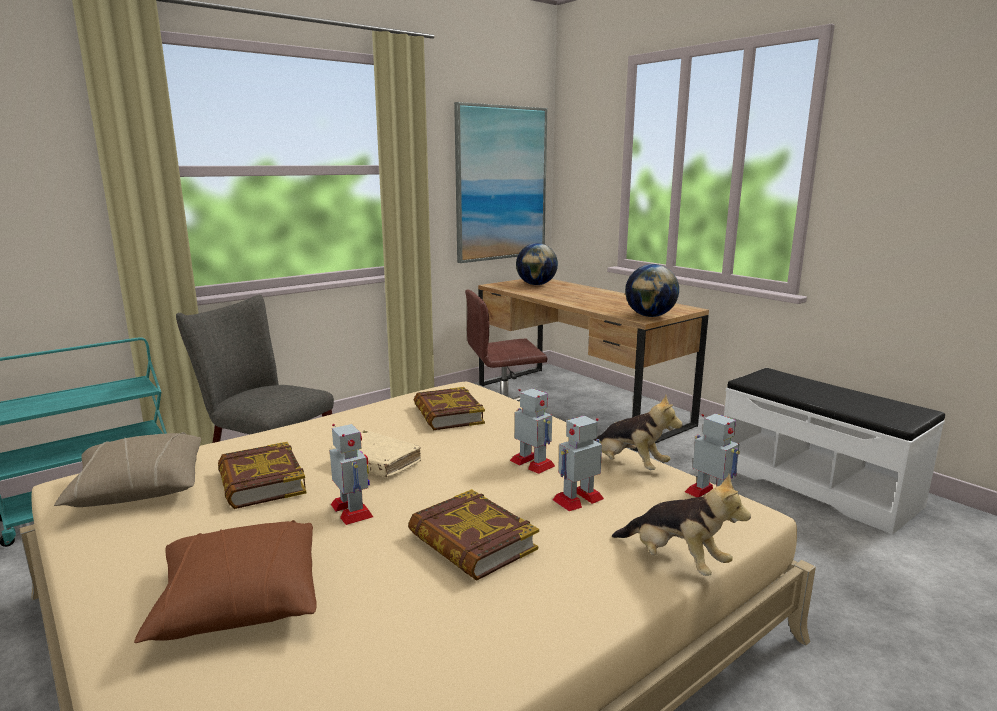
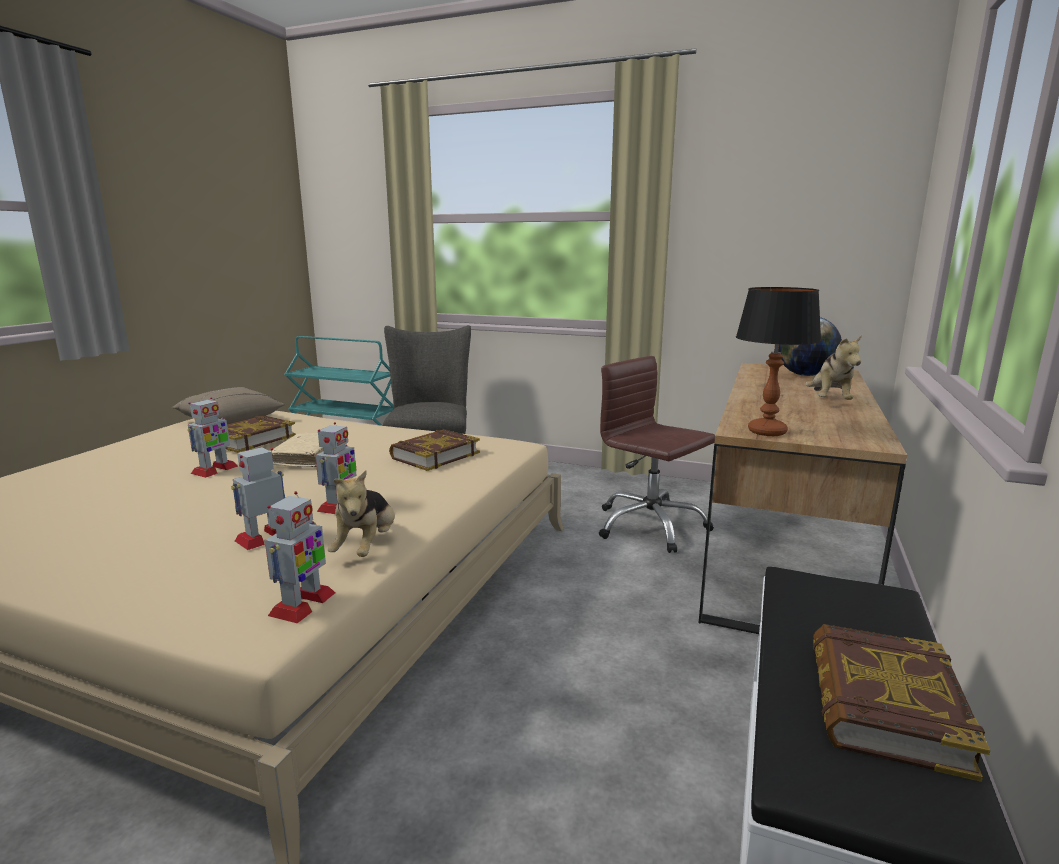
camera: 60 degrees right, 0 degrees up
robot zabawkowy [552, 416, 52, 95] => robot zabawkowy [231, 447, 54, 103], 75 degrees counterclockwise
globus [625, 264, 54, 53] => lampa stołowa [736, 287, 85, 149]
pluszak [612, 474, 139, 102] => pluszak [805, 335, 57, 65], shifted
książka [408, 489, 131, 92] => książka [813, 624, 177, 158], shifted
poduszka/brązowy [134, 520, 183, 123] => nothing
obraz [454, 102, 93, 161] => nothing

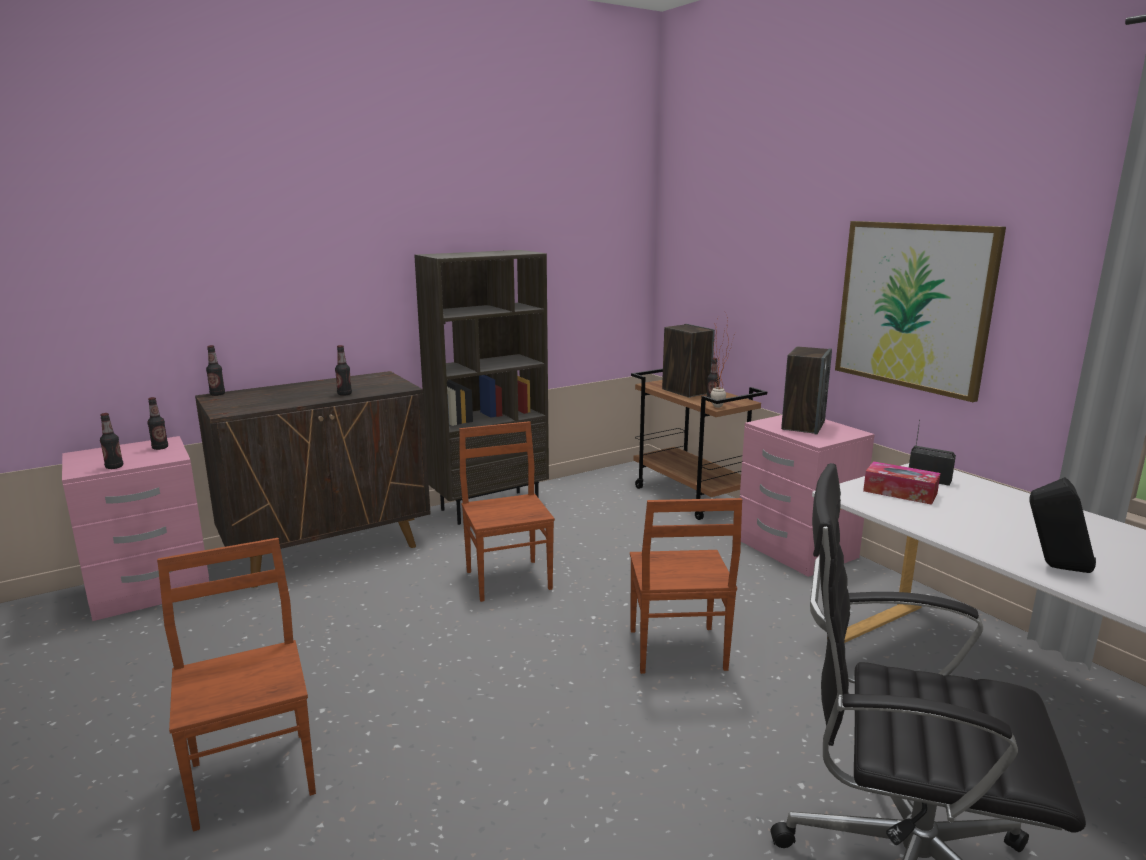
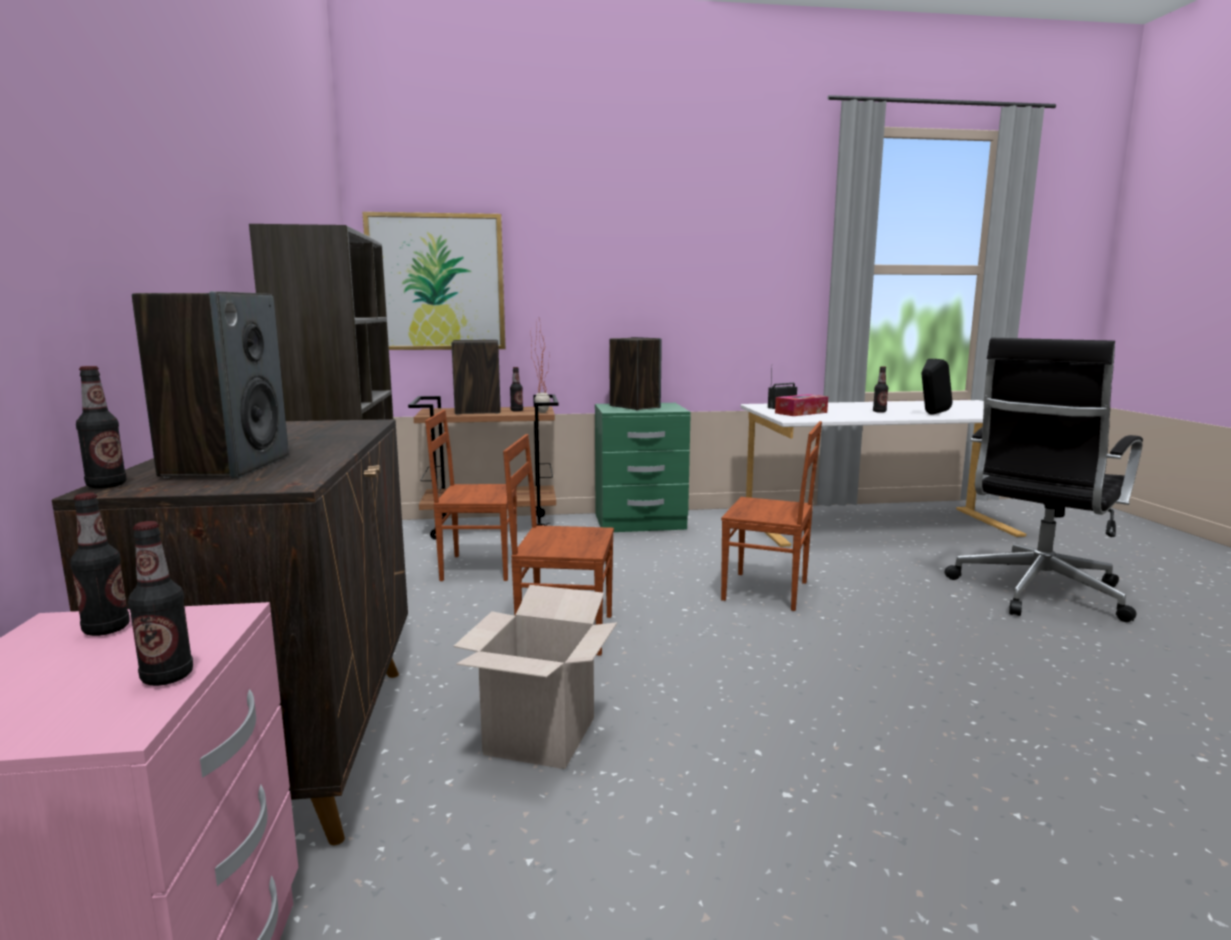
camera: 65 degrees left, 5 degrees down
nothing => głośnik [132, 291, 157, 187]
obraz [835, 221, 171, 181] => obraz [362, 212, 144, 138], shifted
krzesło/brązowy [157, 538, 159, 294] => krzesło/brązowy [425, 410, 92, 171], shifted
nothing => karton [453, 585, 164, 184]
szafka nocna/różowy [740, 415, 135, 162] => szafka nocna/zielony [595, 403, 96, 129]
butelka [335, 345, 17, 51] => butelka [873, 366, 15, 47], shifted

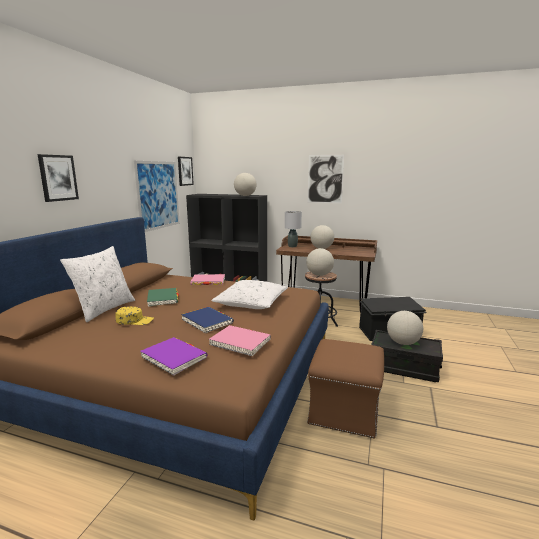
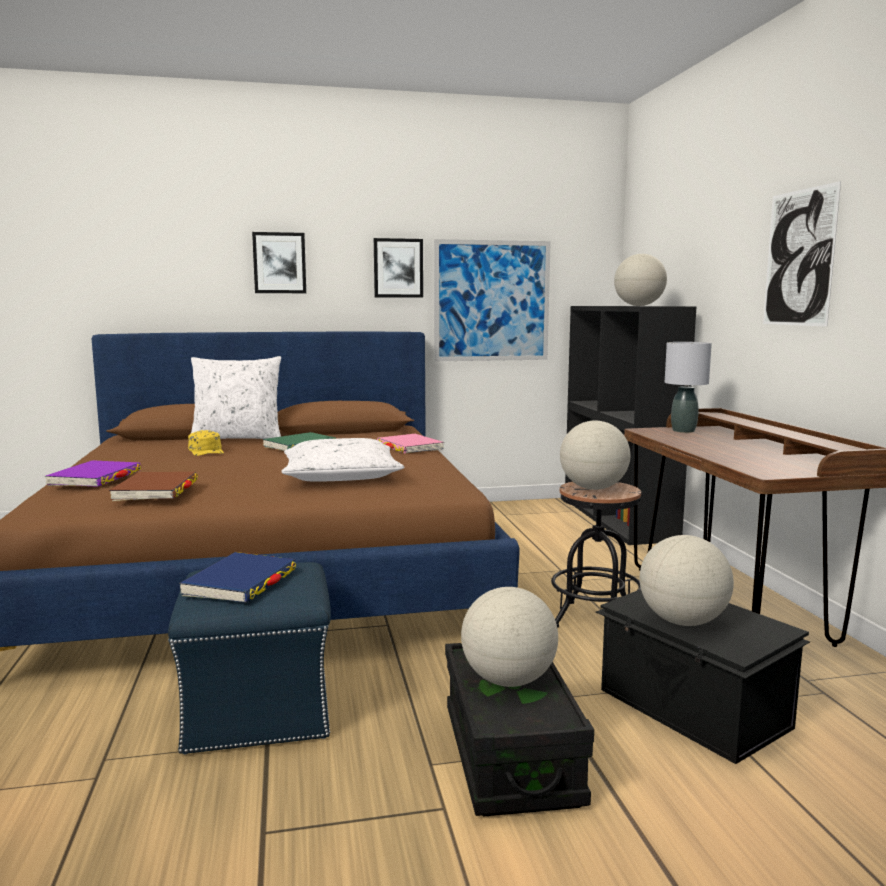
camera: 60 degrees right, 5 degrees down
książka/różowy [209, 325, 62, 31] => książka/brązowy [109, 472, 89, 29]
pufa/brązowy [307, 339, 77, 100] => pufa/niebieski [168, 562, 163, 193]
książka/niebieski [181, 307, 53, 26] => książka/niebieski [179, 552, 117, 51], shifted
obraz [178, 157, 16, 29] => obraz [374, 238, 49, 60], shifted
globus [310, 225, 24, 24] => globus [640, 535, 94, 91], shifted

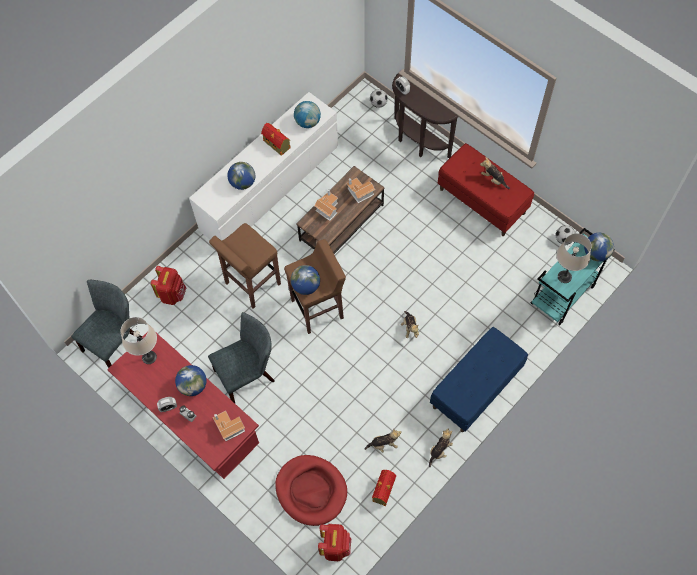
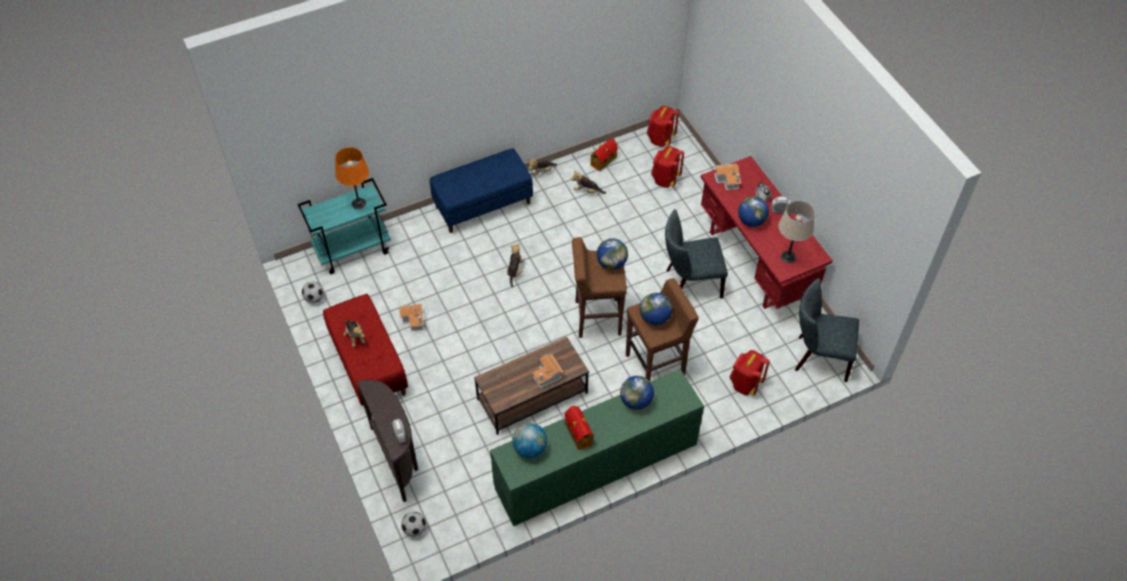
camera: 160 degrees left, 10 degrees down
lampa stołowa/beżowy [557, 233, 34, 50] => lampa stołowa/pomarańczowy [335, 147, 34, 62]
domek [346, 178, 29, 25] => domek [399, 304, 25, 27], shifted
komoda/biały [189, 92, 149, 148] => komoda/zielony [490, 369, 214, 157]
globus [584, 233, 30, 29] => globus [640, 293, 32, 32], shifted
legowisko/czerwony [275, 455, 72, 71] => plecak/czerwony [651, 146, 33, 42]
krzesło/szary [71, 280, 71, 88] => krzesło/szary [795, 278, 64, 104], 45 degrees clockwise

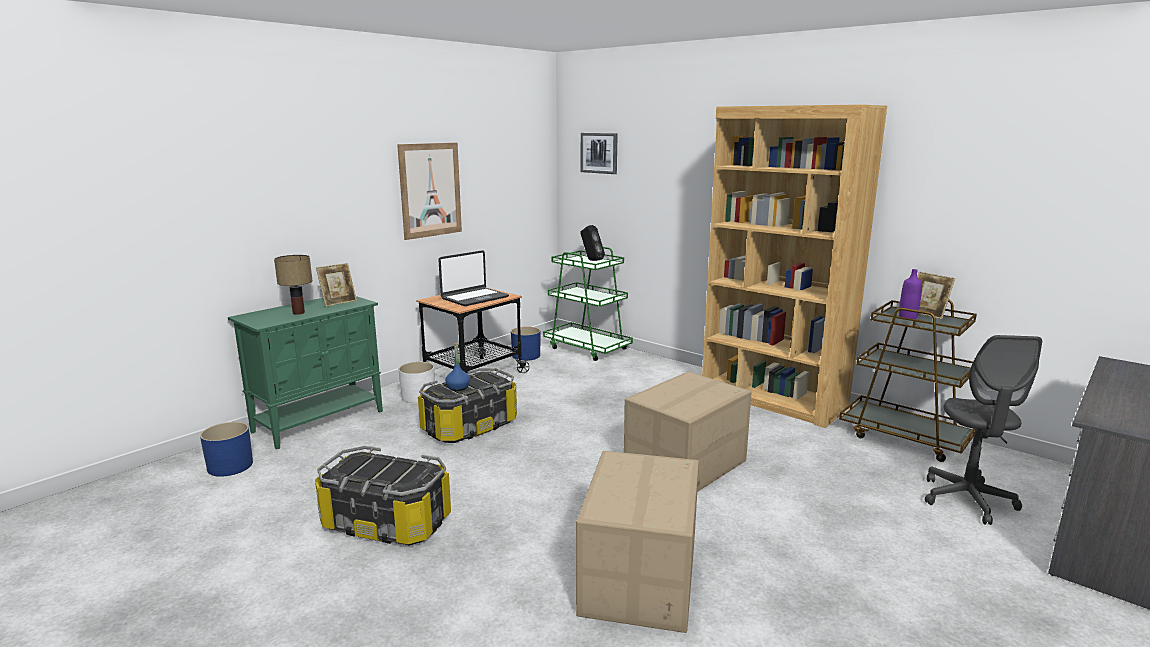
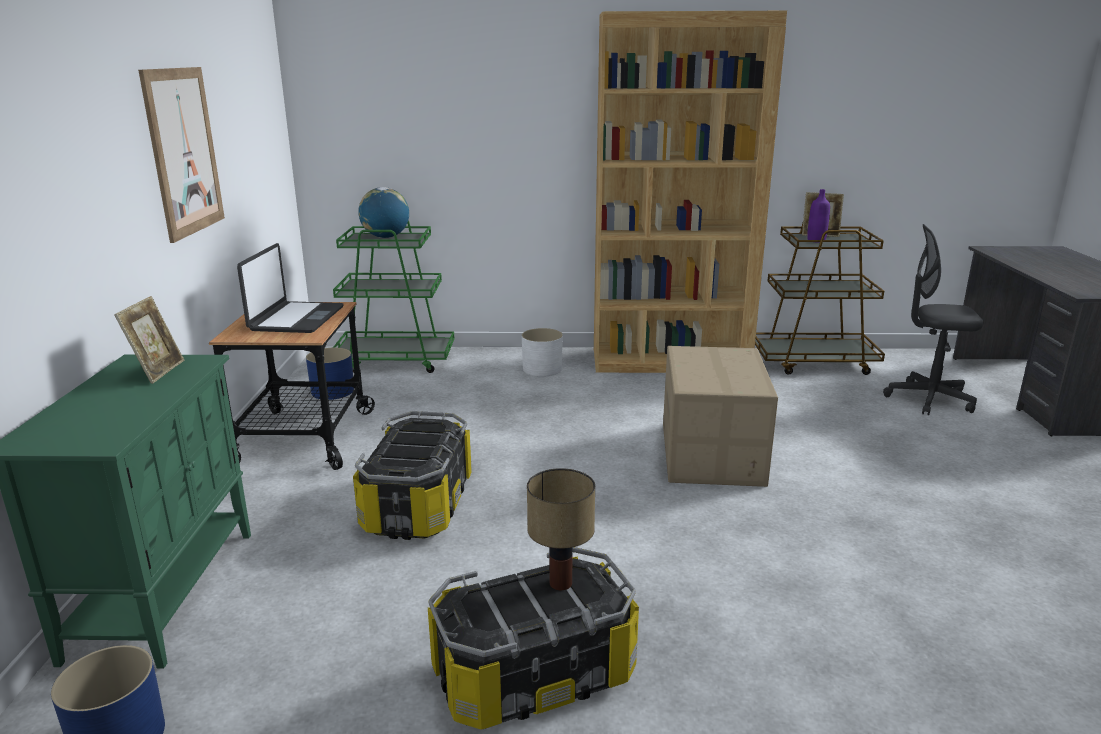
camera: 40 degrees left, 5 degrees up
głośnik/czarny [580, 225, 25, 36] => globus [358, 187, 51, 51]
donica/biały [399, 362, 36, 41] => donica/biały [522, 328, 41, 49], shifted
lampa stołowa [274, 255, 39, 60] => lampa stołowa [527, 468, 68, 122], shifted
krzesło biurowe/szary [925, 335, 117, 190] => krzesło biurowe/szary [883, 224, 100, 191], 135 degrees clockwise
butelka/niebieski [445, 343, 25, 48] => nothing
karton [576, 451, 123, 182] => nothing
obraz [581, 133, 37, 41] => nothing

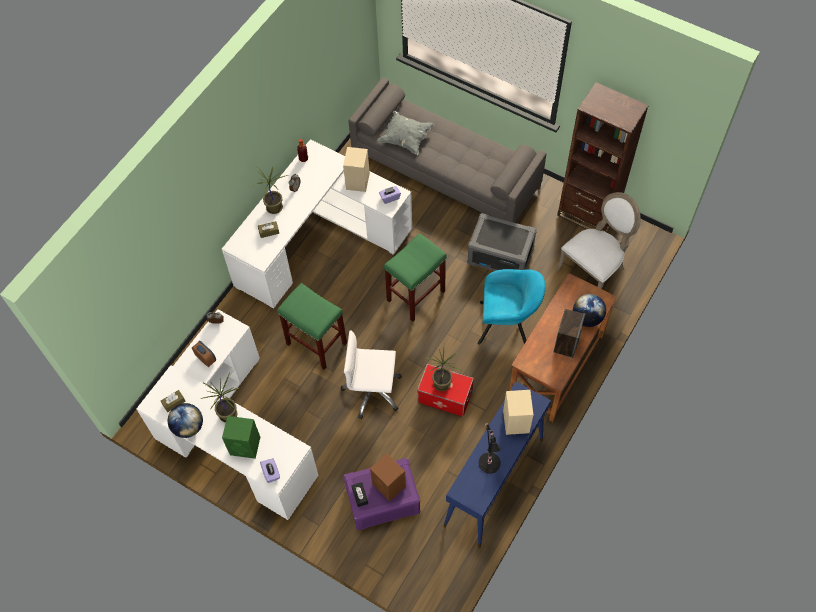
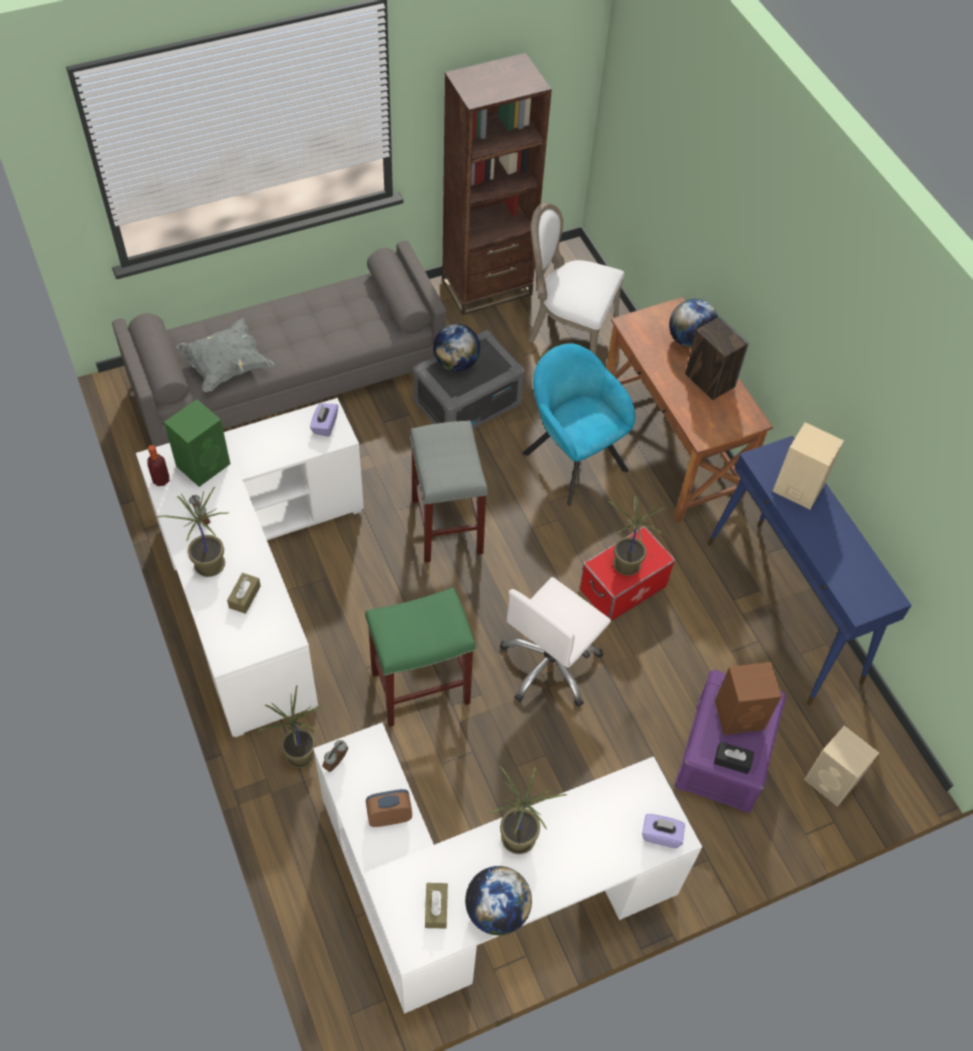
camera: 60 degrees left, 5 degrees down
głośnik/zielony [222, 416, 38, 43] => głośnik/zielony [164, 399, 66, 88], shifted
nothing => roślina doniczkowa [256, 685, 66, 83]
stołek/zielony [384, 233, 63, 89] => stołek/szary [410, 421, 78, 142]
nothing => globus [433, 324, 47, 48]
fotel/turkusowy [478, 269, 67, 75] => fotel/turkusowy [523, 343, 112, 162], 75 degrees counterclockwise
krzesło/biały [557, 192, 84, 97] => krzesło/biały [528, 202, 96, 153], 60 degrees counterclockwise
głośnik/beżowy [343, 147, 27, 45] => głośnik/beżowy [804, 726, 75, 81], shifted
lampa stołowa/czarny [479, 423, 22, 51] => nothing

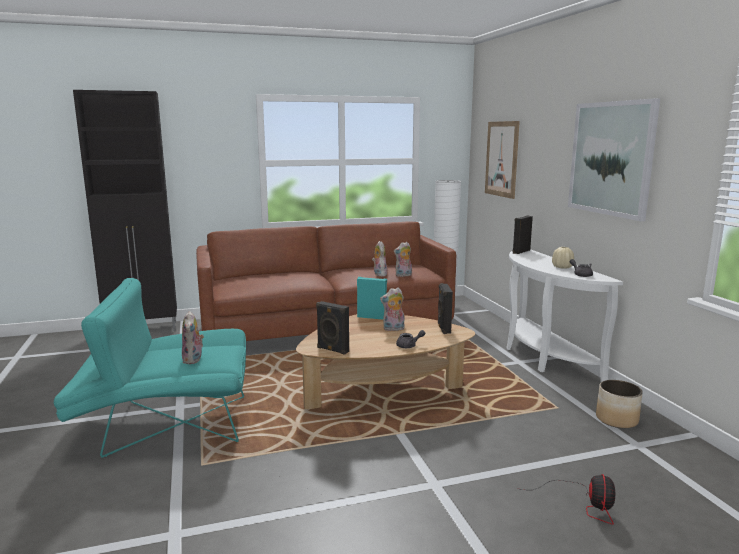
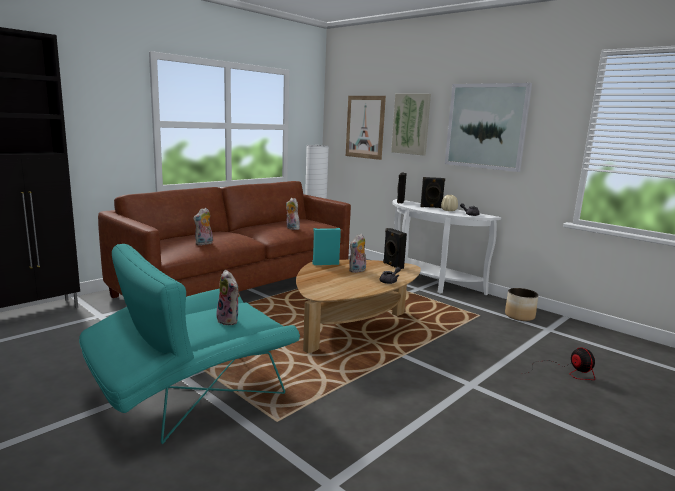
camera: 30 degrees left, 0 degrees up
pluszak [394, 242, 18, 35] => pluszak [193, 208, 20, 37], shifted
nothing => obraz [391, 94, 40, 61]
głośnik/czarny [316, 301, 33, 54] => głośnik/czarny [421, 177, 24, 31], shifted

